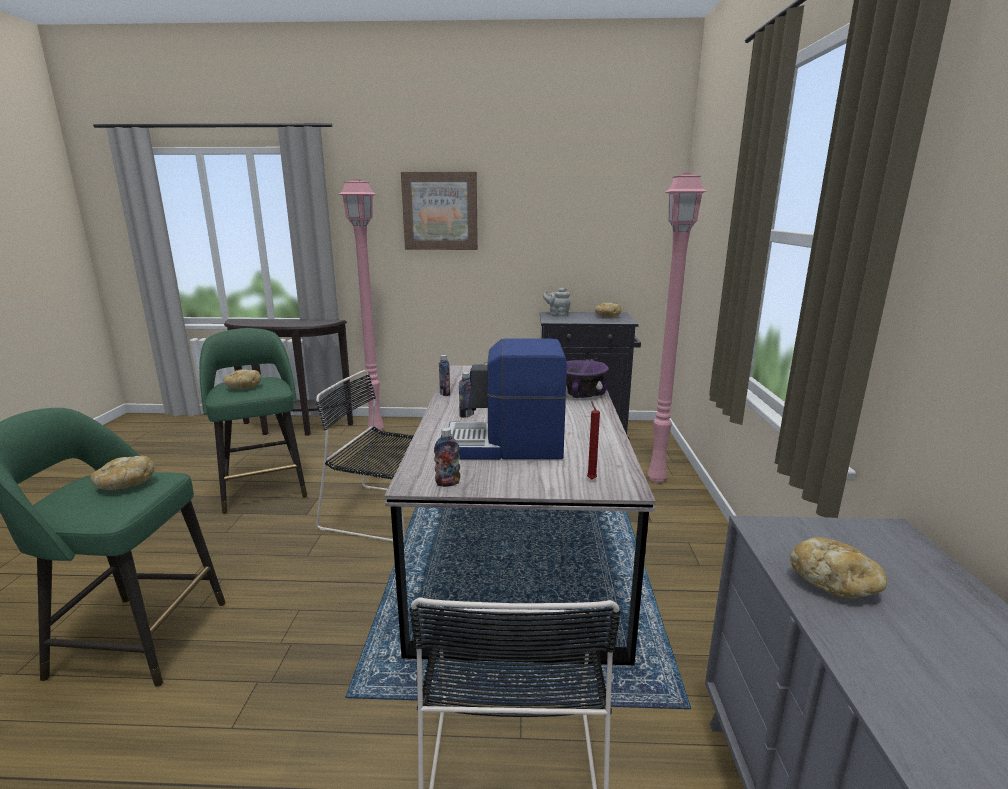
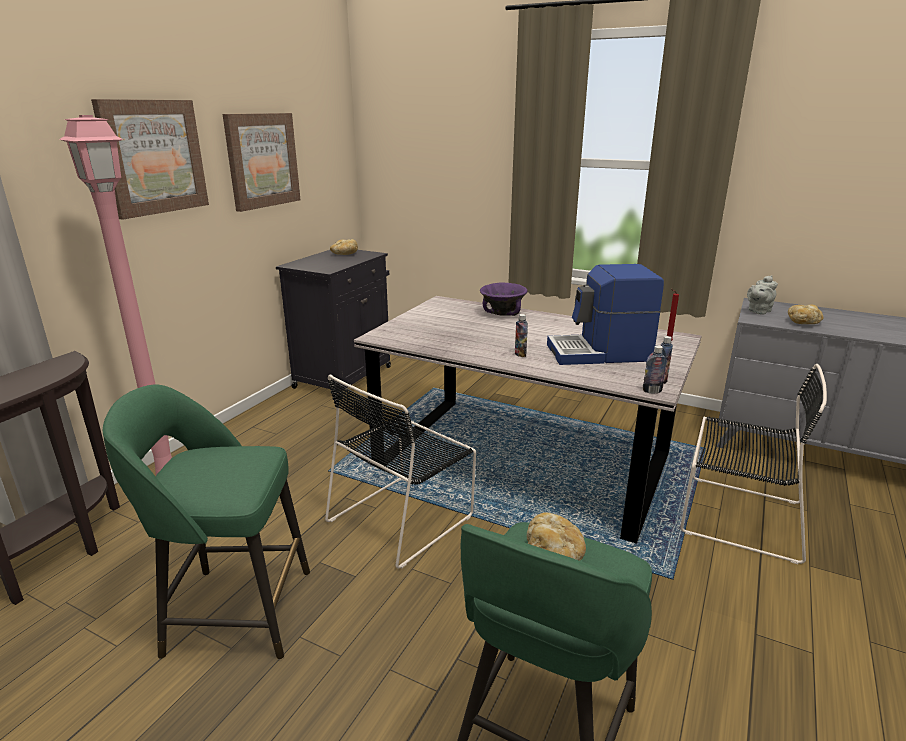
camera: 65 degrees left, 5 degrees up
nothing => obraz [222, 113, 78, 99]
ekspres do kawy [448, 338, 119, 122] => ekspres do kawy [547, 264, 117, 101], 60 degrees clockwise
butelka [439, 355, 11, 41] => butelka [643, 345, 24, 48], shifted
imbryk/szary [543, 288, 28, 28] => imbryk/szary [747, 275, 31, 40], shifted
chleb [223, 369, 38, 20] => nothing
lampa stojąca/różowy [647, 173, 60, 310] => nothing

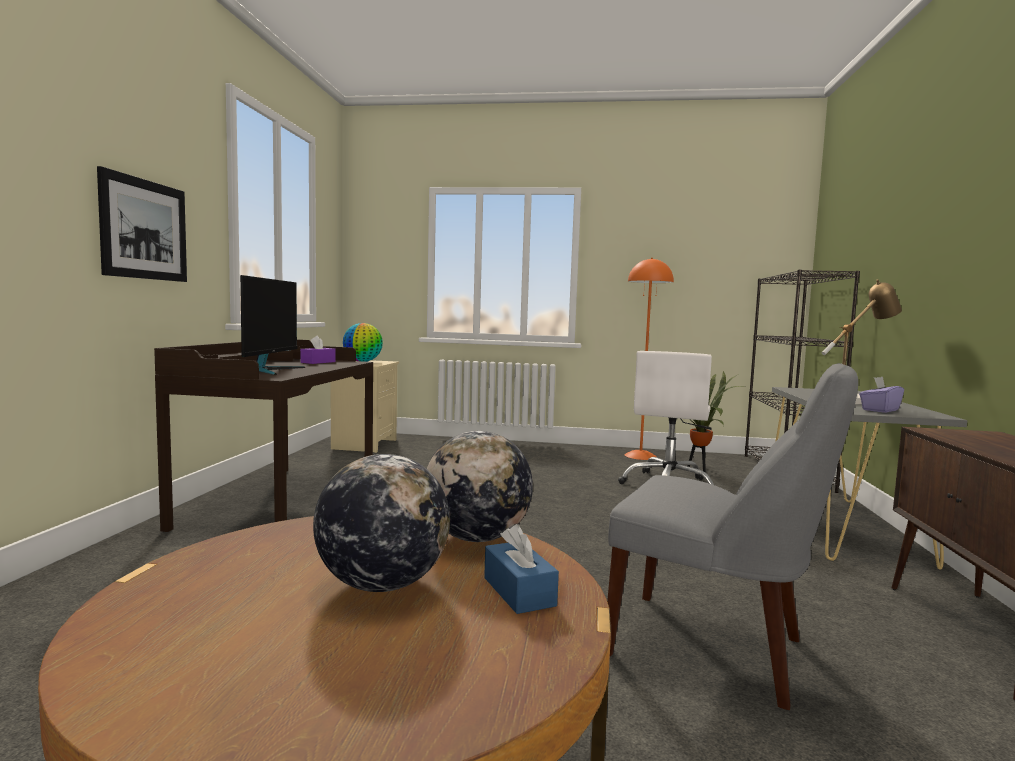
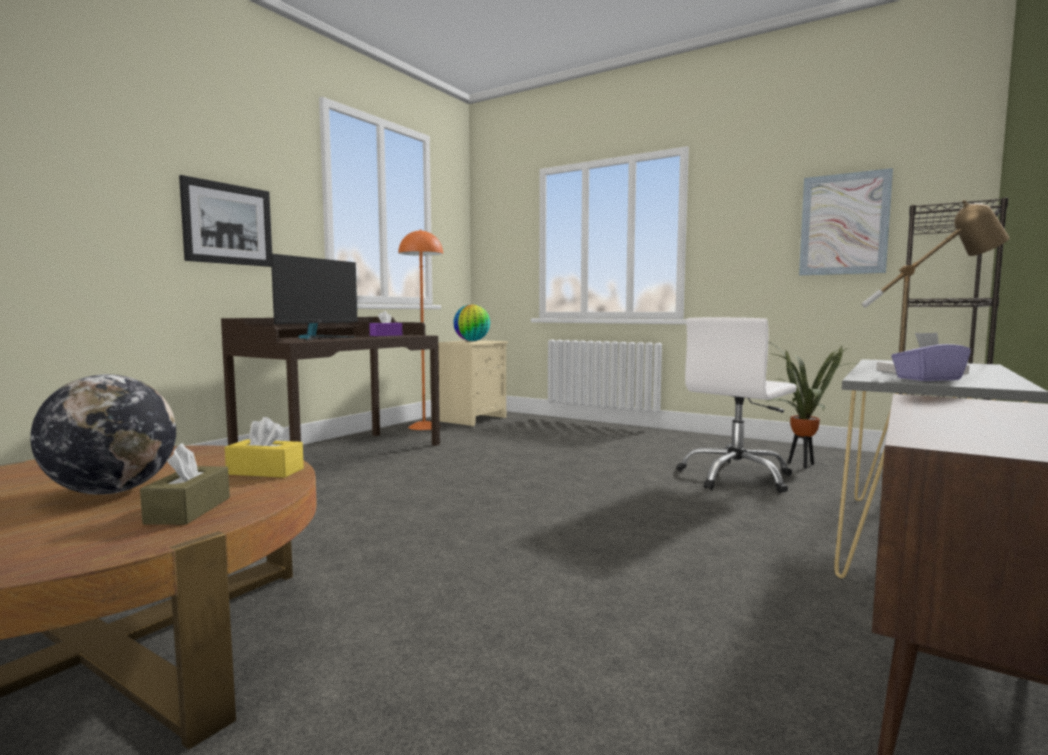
camera: 25 degrees right, 0 degrees up
pudełko chusteczek/niebieski [484, 524, 75, 90] => pudełko chusteczek/brązowy [140, 443, 90, 82]
globus [427, 431, 106, 111] => pudełko chusteczek/żółty [225, 417, 79, 61]
lampa stojąca/pomarańczowy [625, 258, 49, 202] => lampa stojąca/pomarańczowy [398, 229, 45, 201], shifted
nothing => obraz [799, 168, 94, 108]
krzesło/szary [607, 363, 251, 347] => nothing

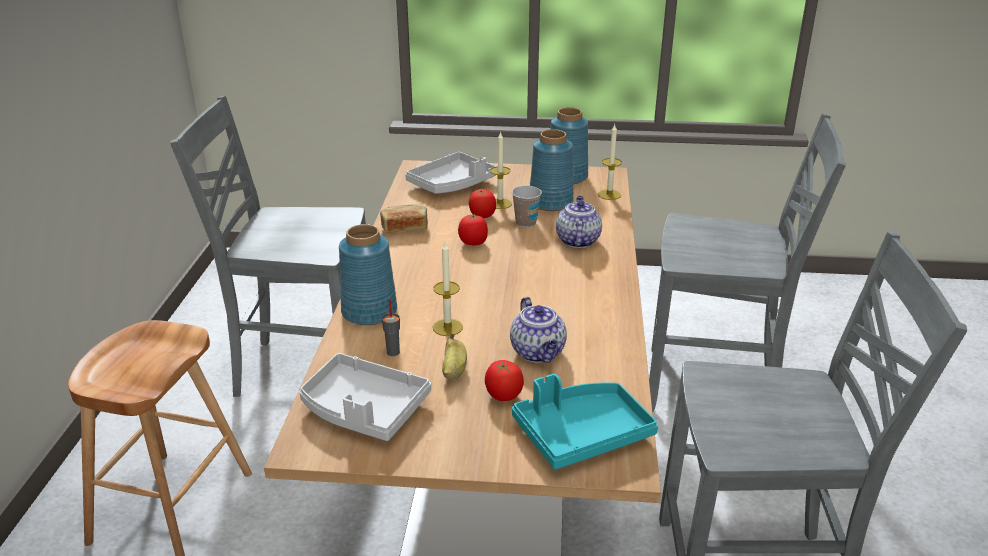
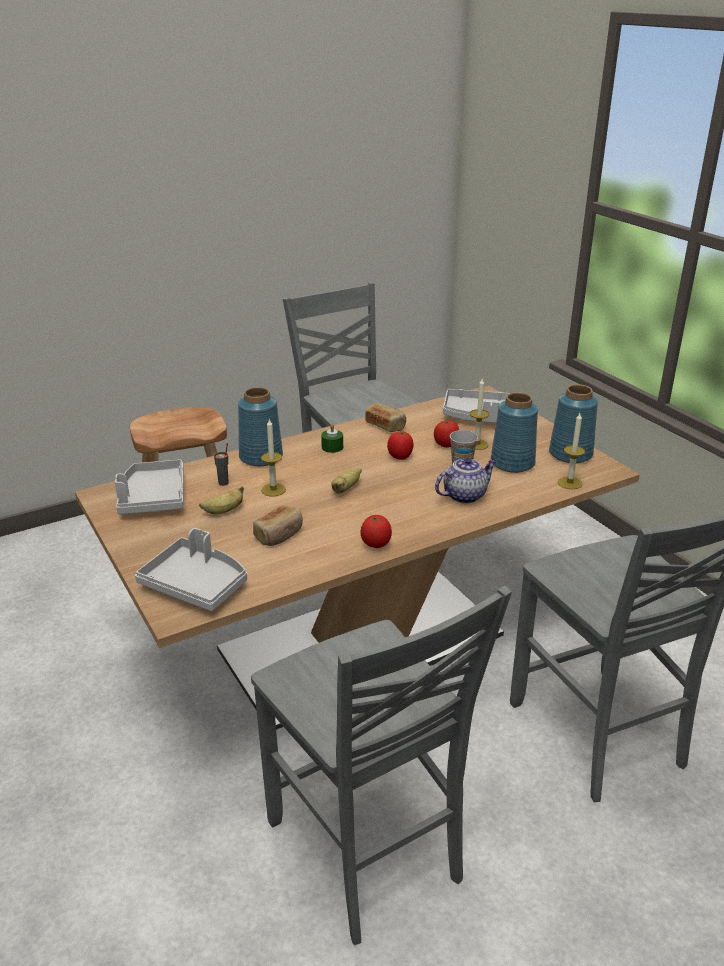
camera: 55 degrees right, 0 degrees up
taca/turkusowy [512, 374, 146, 95] => taca/szary [135, 528, 112, 83]
imbryk [510, 297, 57, 66] => chleb [253, 505, 50, 41]
nothing => świeca/zielony [321, 424, 22, 29]
nothing => banan [331, 469, 31, 25]
pomidor [485, 360, 39, 41] => pomidor [360, 515, 32, 33], shifted

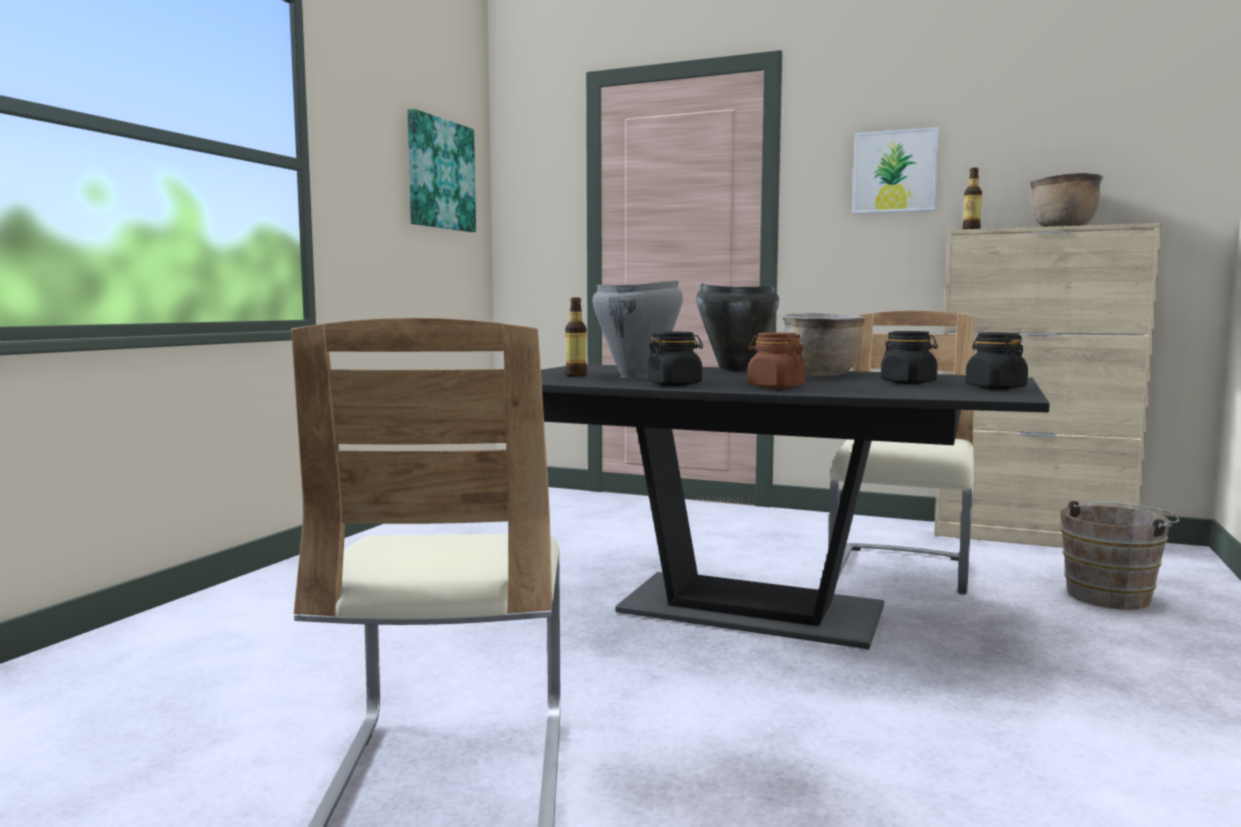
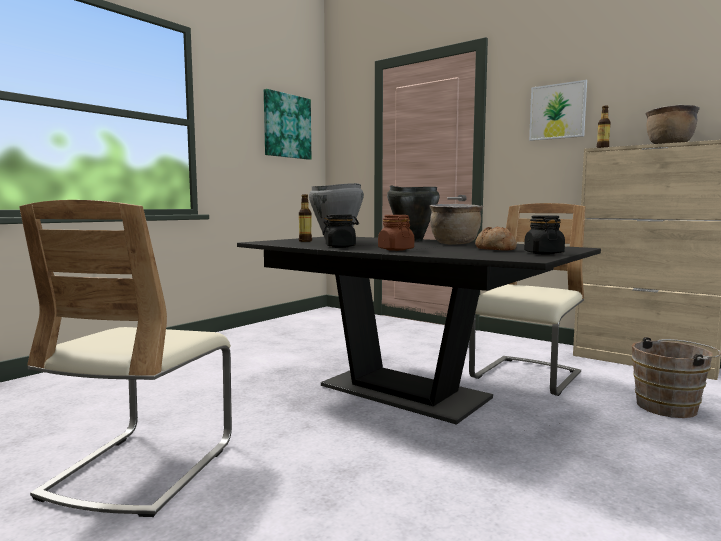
camera: 15 degrees right, 0 degrees up
słoik/czarny [881, 331, 57, 53] => chleb [475, 227, 42, 23]

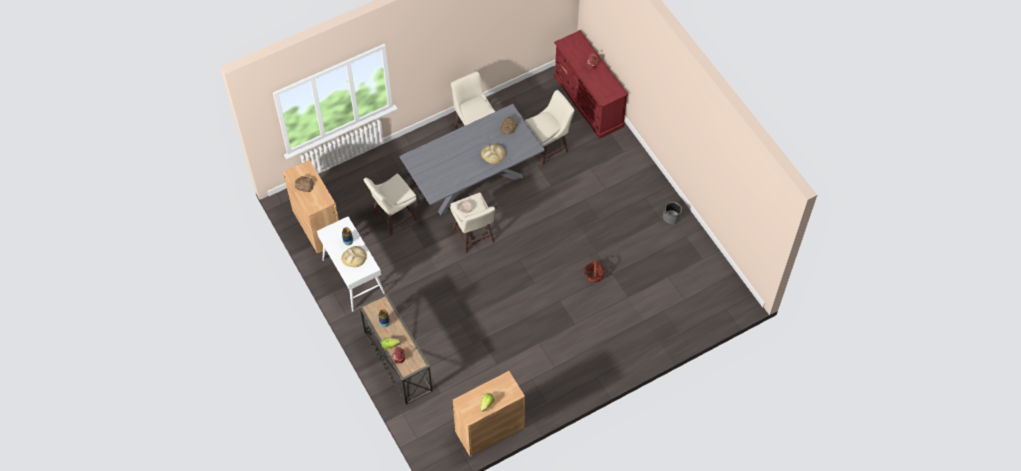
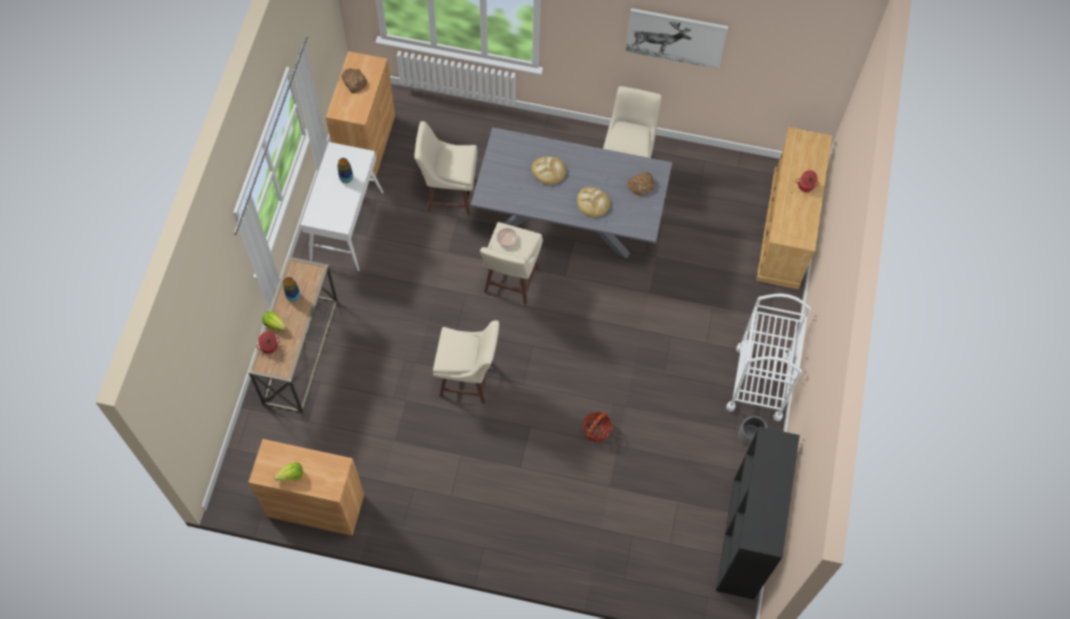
camera: 40 degrees right, 5 degrees up
stołek/beżowy [525, 90, 50, 76] => stołek/beżowy [433, 320, 66, 84], shifted
chleb [341, 246, 26, 21] => chleb [532, 157, 34, 28], shifted
nothing => obraz [625, 8, 103, 61]
nothing => regał/czarny [716, 427, 84, 172]
nothing => wózek/biały [726, 294, 85, 127]
komoda/czerwony [554, 30, 74, 109] => komoda/beżowy [756, 127, 76, 162]

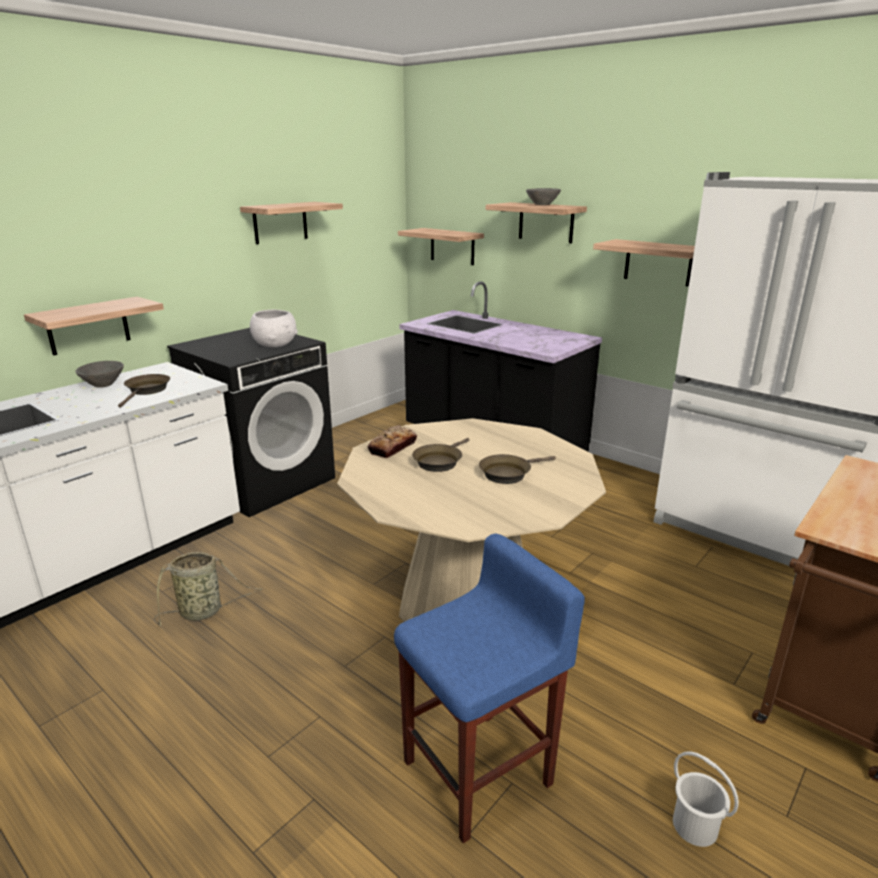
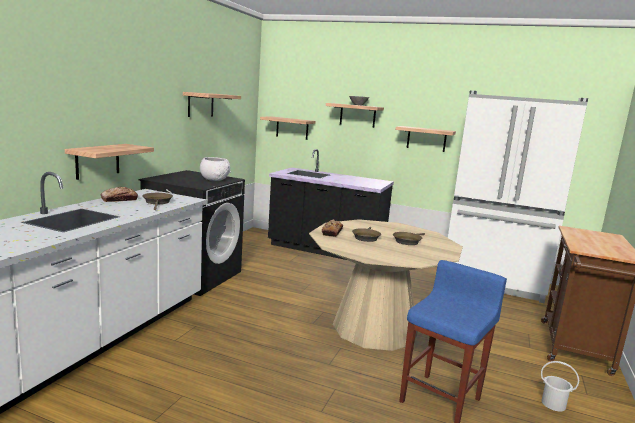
camera: 20 degrees left, 10 degrees down
miska/szary [76, 361, 48, 27] => chleb [101, 187, 37, 15]
koszyk [154, 552, 109, 74] => nothing

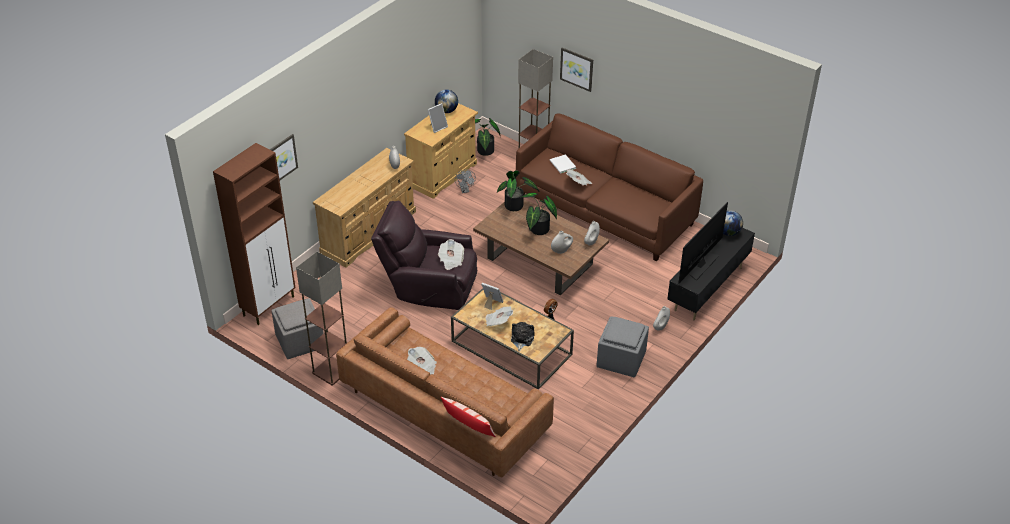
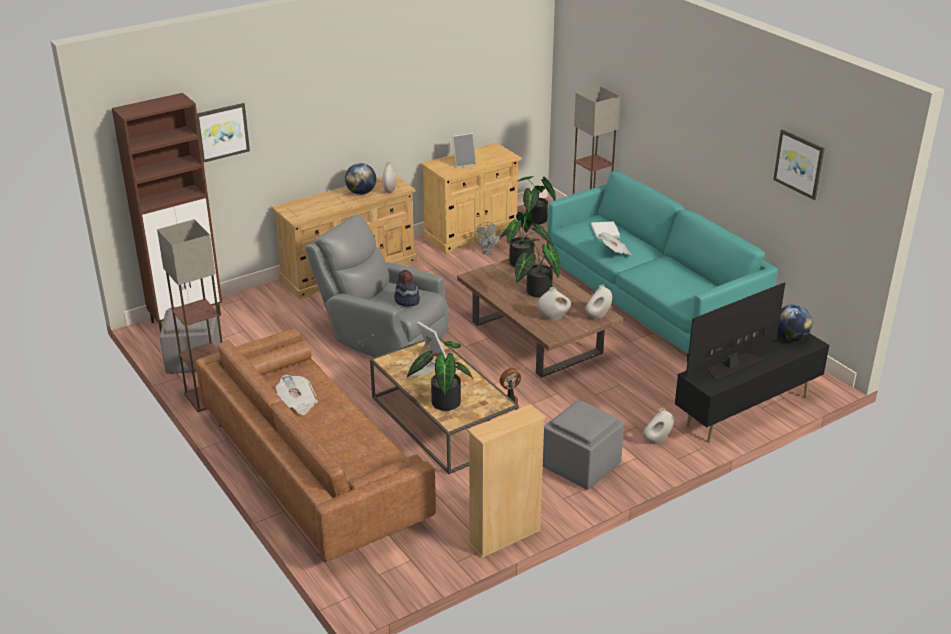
camera: 20 degrees right, 10 degrees down
fotel/brązowy [371, 201, 106, 109] => fotel/szary [305, 214, 144, 143]
globus [435, 89, 23, 24] => globus [345, 163, 31, 32], shifted
gazeta [438, 239, 26, 31] => kapelusz [394, 270, 26, 37]
pluszak [511, 322, 24, 29] => roślina doniczkowa [407, 341, 66, 70]
nothing => regał/beżowy [467, 404, 79, 154]
kanapa/brązowy [516, 113, 187, 149] => kanapa/turkusowy [546, 171, 232, 190]
obraz [560, 47, 33, 45] => obraz [773, 129, 52, 71], shifted
poduszka [441, 397, 55, 40] => nothing

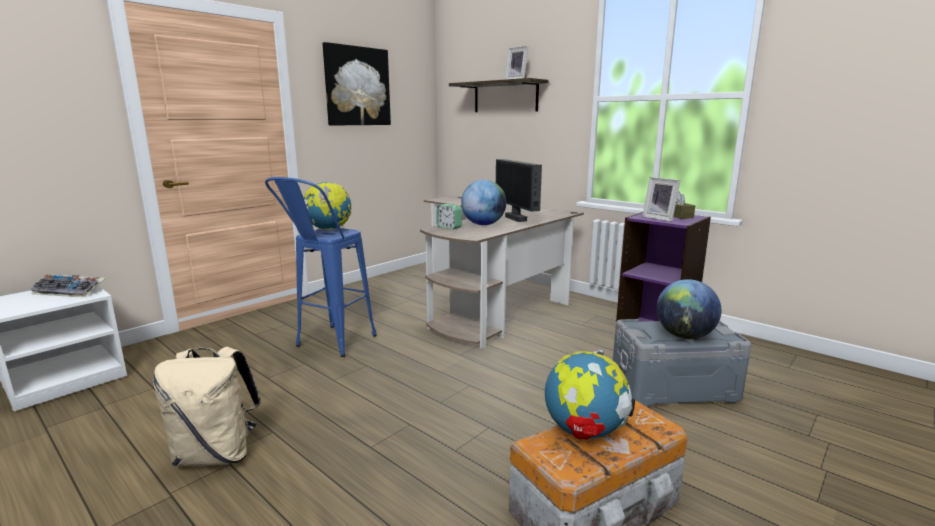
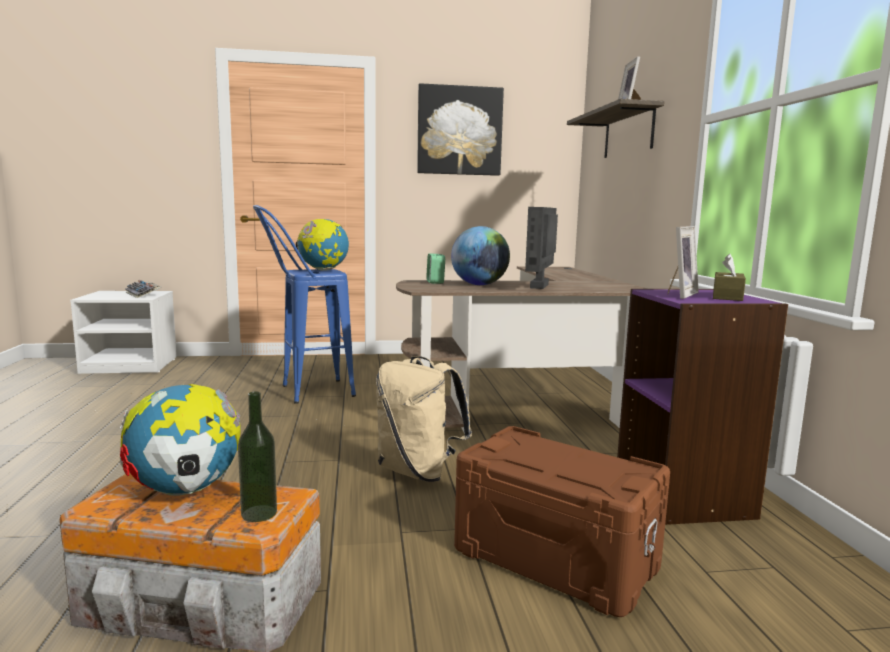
camera: 40 degrees right, 5 degrees down
nothing => butelka [238, 391, 39, 131]
plecak/beżowy [153, 347, 108, 120] => plecak/beżowy [376, 356, 96, 126], shifted
pojemnik do przechowywania/szary [613, 319, 138, 87] => pojemnik do przechowywania/brązowy [454, 426, 216, 191]
ramka na zdjęcie [642, 177, 39, 45] => ramka na zdjęcie [668, 226, 31, 73], 150 degrees counterclockwise
globus [656, 279, 65, 60] => nothing

